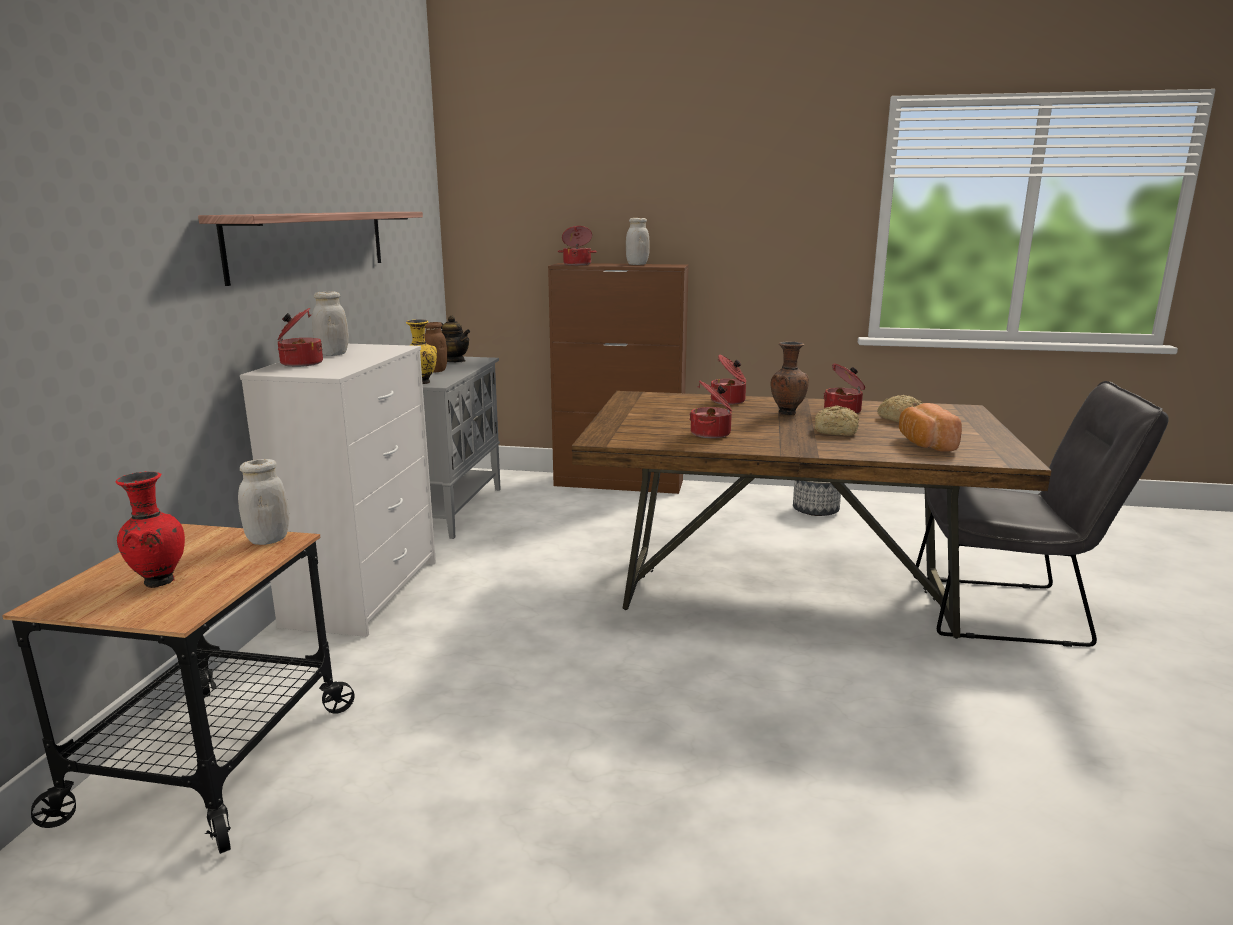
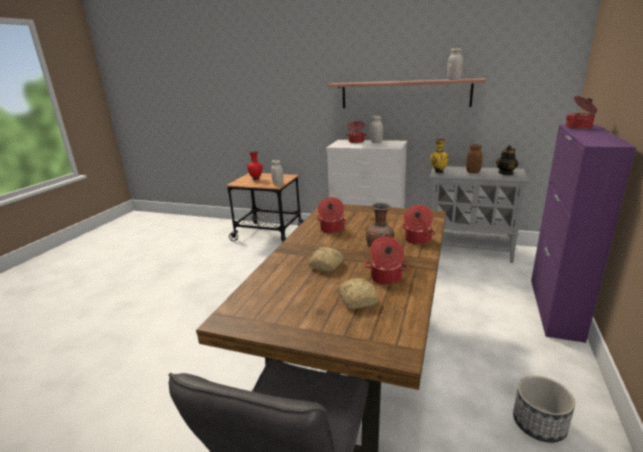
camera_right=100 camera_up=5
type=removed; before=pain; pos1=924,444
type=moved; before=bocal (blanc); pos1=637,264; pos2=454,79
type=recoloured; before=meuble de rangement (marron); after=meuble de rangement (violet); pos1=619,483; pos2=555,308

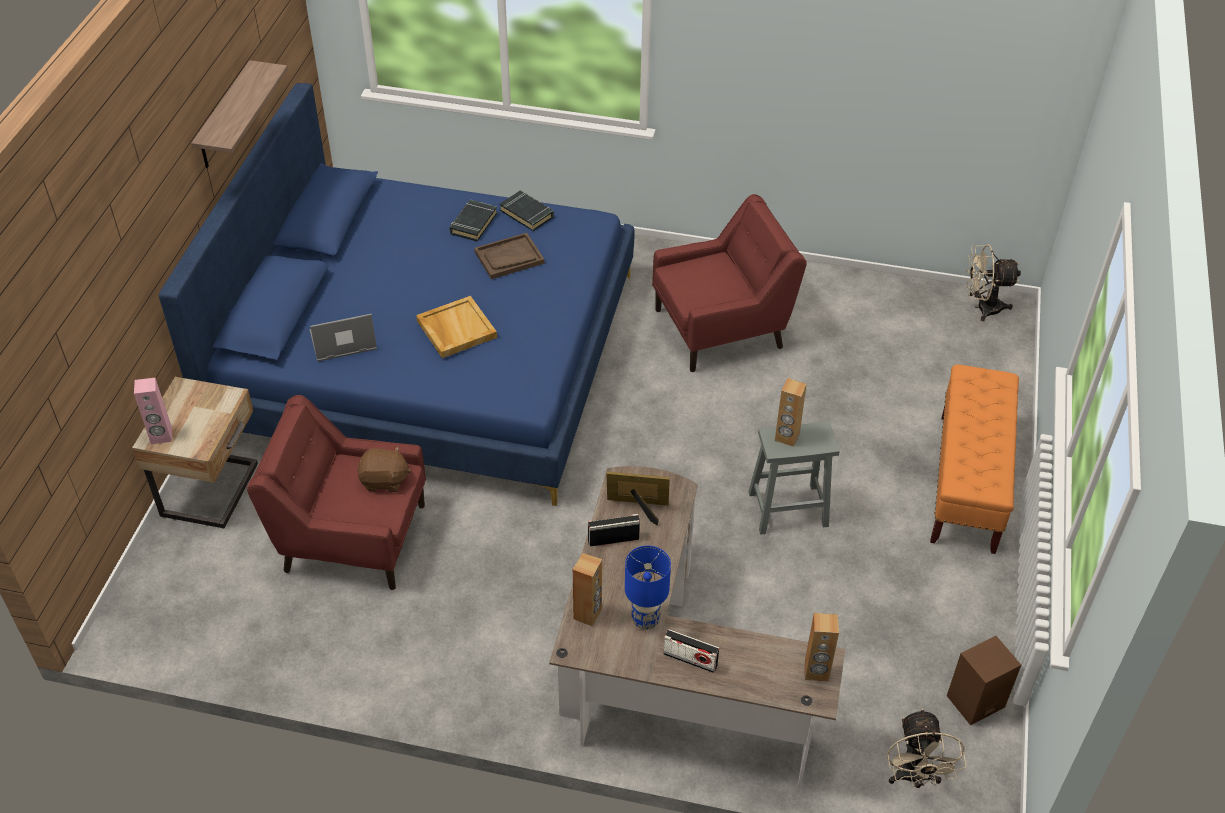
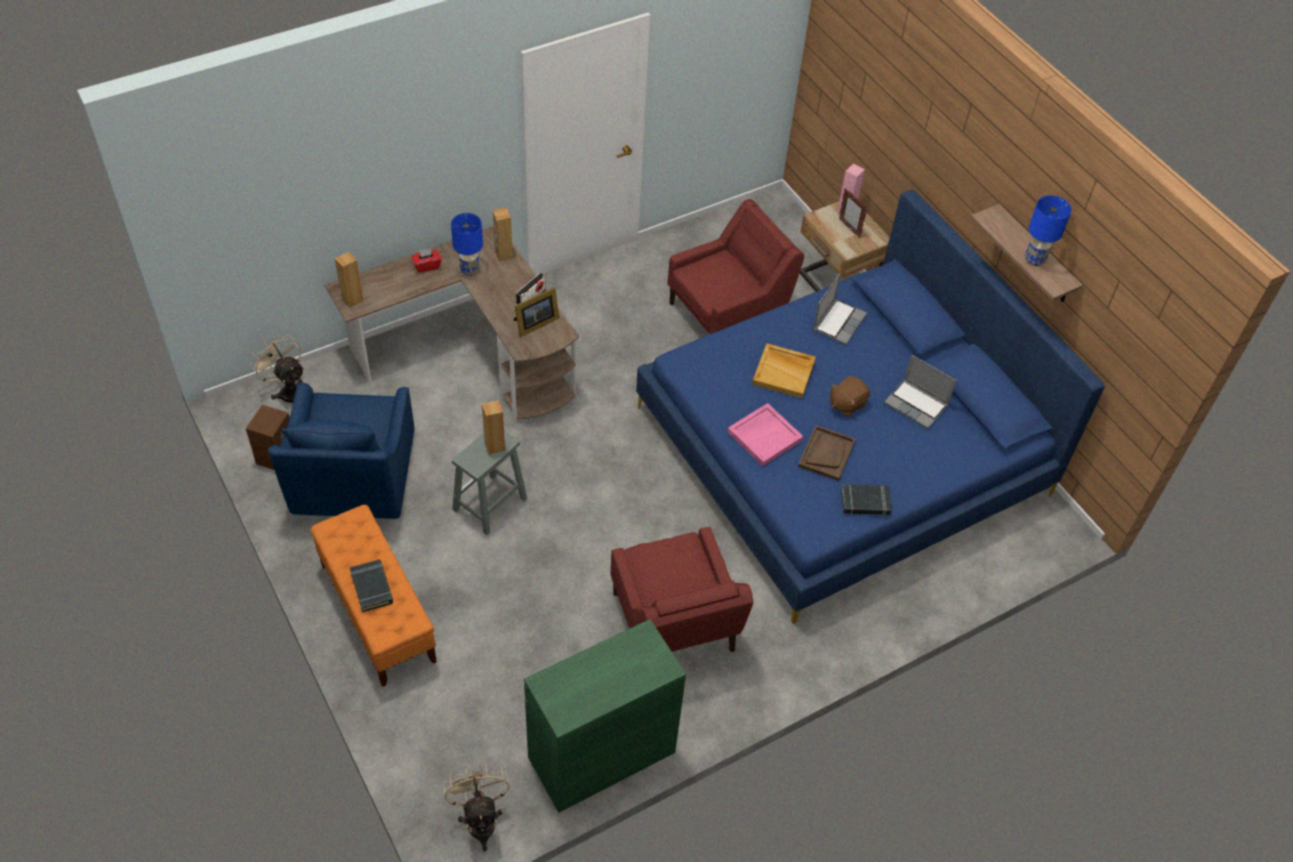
camera_right=135 camera_up=5
type=added; after=fauteuil (bleu); pos2=352,478
type=added; after=meuble de rangement (vert); pos2=601,755
type=added; after=plateau (rose); pos2=764,436
type=added; after=cadre photo; pos2=849,228
type=added; after=ordinateur portable; pos2=917,405
type=added; after=lampe de table (bleu); pos2=1034,259
type=moved; before=peluche (marron); pos1=384,480; pos2=846,404
type=moved; before=livre (noir); pos1=473,223; pos2=372,587
type=replaced; before=radio; after=boîte à mouchoirs (rouge); pos1=690,659; pos2=427,266
type=turned; before=fauteuil (rouge); pos1=721,328; pos2=673,624; turn=-45
type=turned; before=ventilateur (beige); pos1=982,308; pos2=480,819; turn=-60

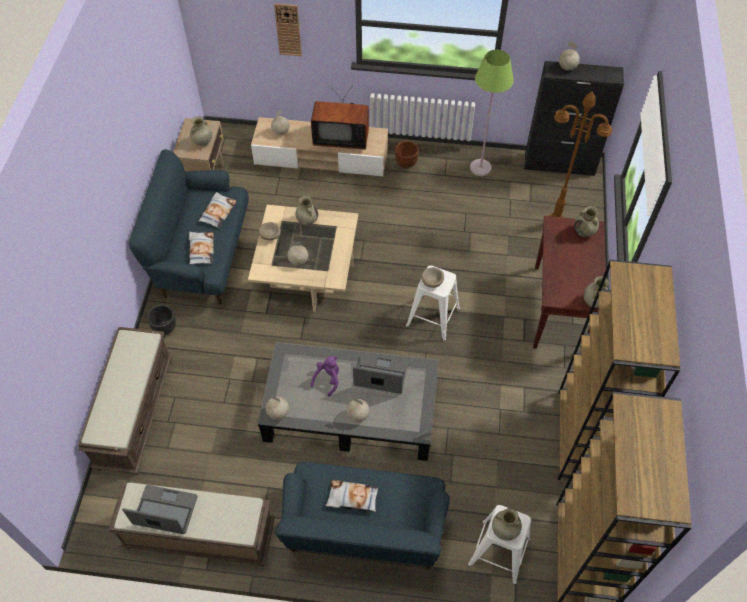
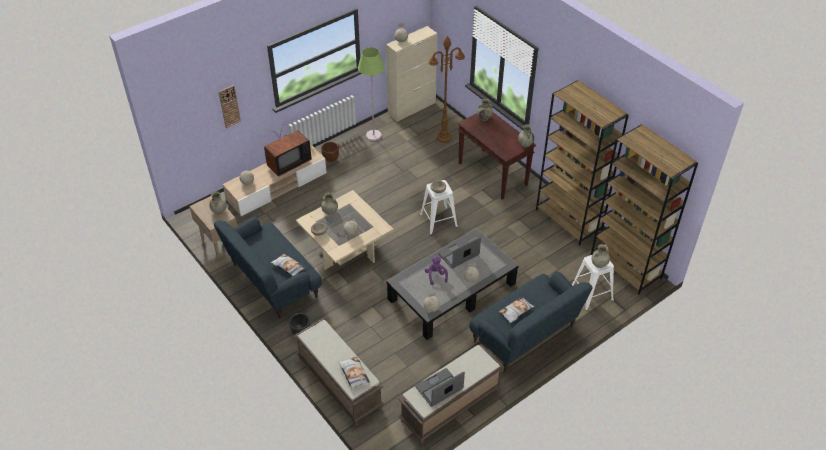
camera_right=-45 camera_up=-10
type=moved; before=coussin; pos1=217,212; pos2=353,373
type=recoloured; before=meuble de rangement (noir); after=meuble de rangement (beige); pos1=560,164; pos2=412,108

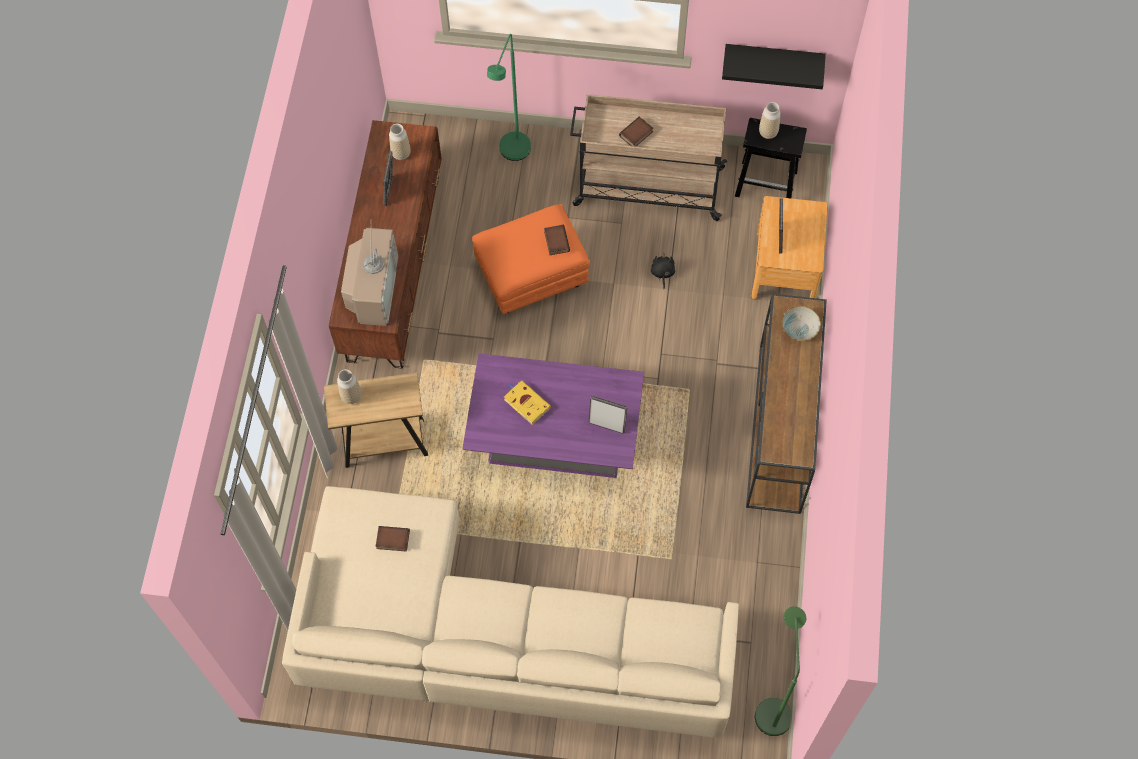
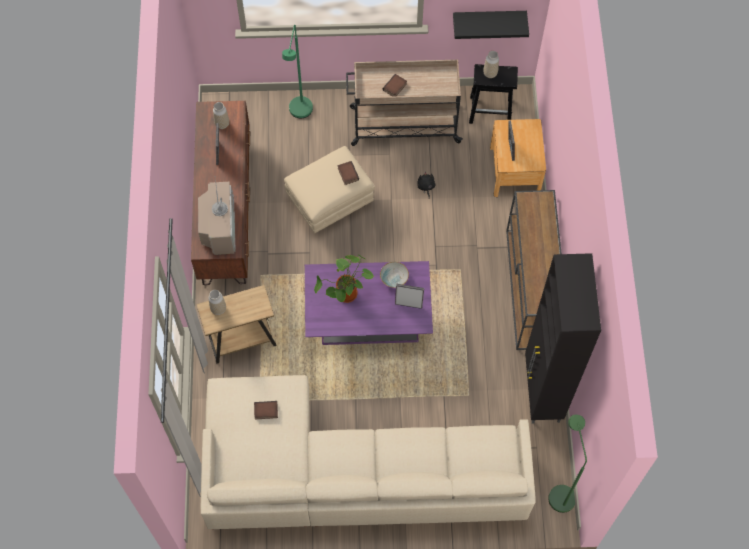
camera_right=-10 camera_up=0
type=added; after=meuble de rangement (noir); pos2=542,392
type=moved; before=bol; pos1=799,328; pos2=393,278
type=replaced; before=livre (jaune); after=plante en pot; pos1=526,403; pos2=346,296
type=recoloured; before=pouf (orange); after=pouf (beige); pos1=532,275; pos2=330,201

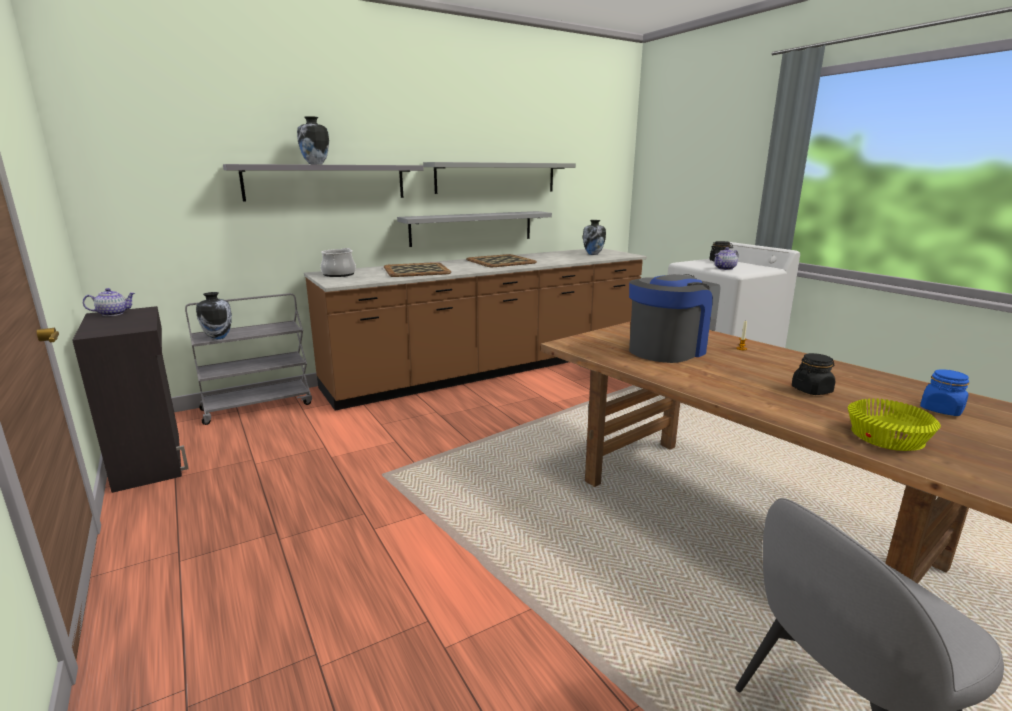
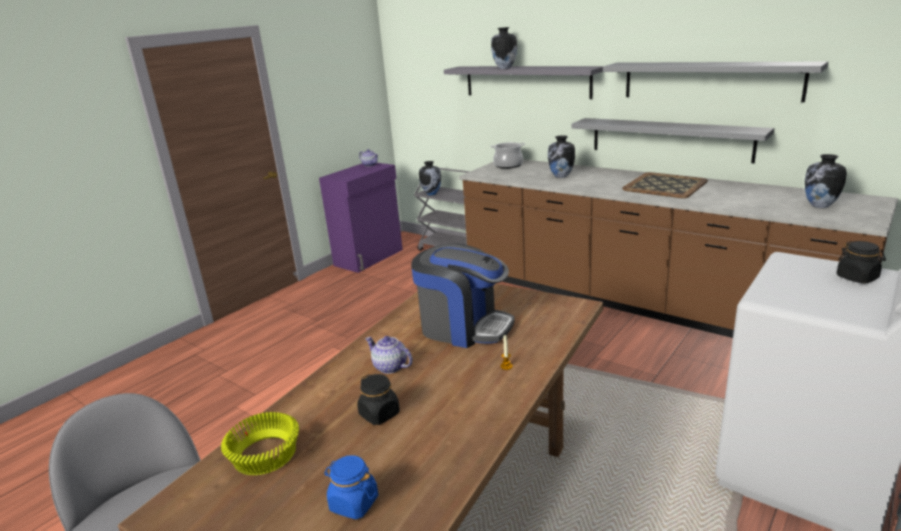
camera_right=70 camera_up=5
type=moved; before=théière; pos1=725,268; pos2=389,367
type=replaced; before=plateau; after=vase; pos1=417,270; pos2=561,176
type=recoloured; before=meuble de rangement (noir); after=meuble de rangement (violet); pos1=150,459; pos2=370,257

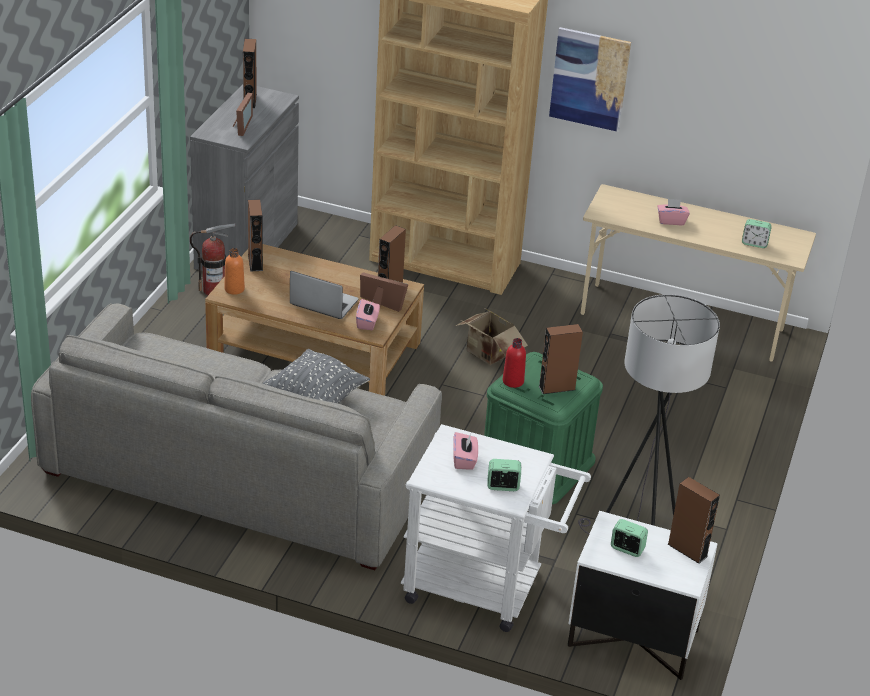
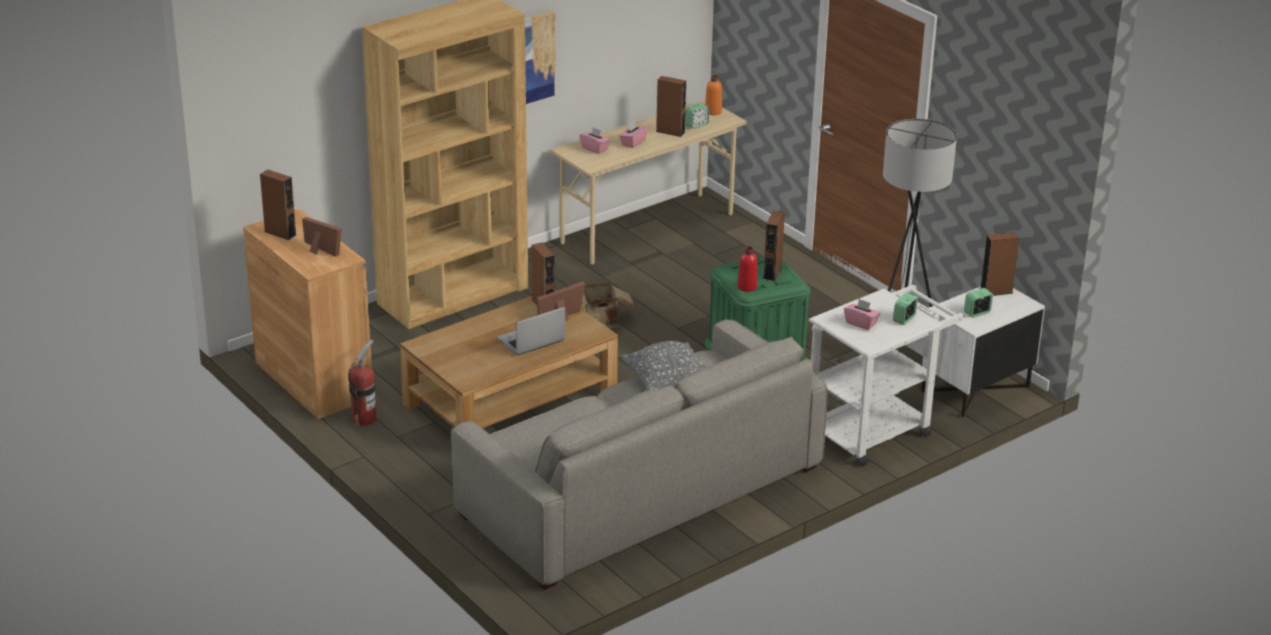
camera_right=-55 camera_up=-5
type=moved; before=bouteille (orange); pos1=234,289; pos2=713,111
type=moved; before=enceinte (marron); pos1=255,262; pos2=670,132
type=moved; before=boîte à mouchoirs (rose); pos1=367,322; pos2=595,149
type=recoloured; before=meuble de rangement (gris); after=meuble de rangement (marron); pos1=246,246; pos2=313,380

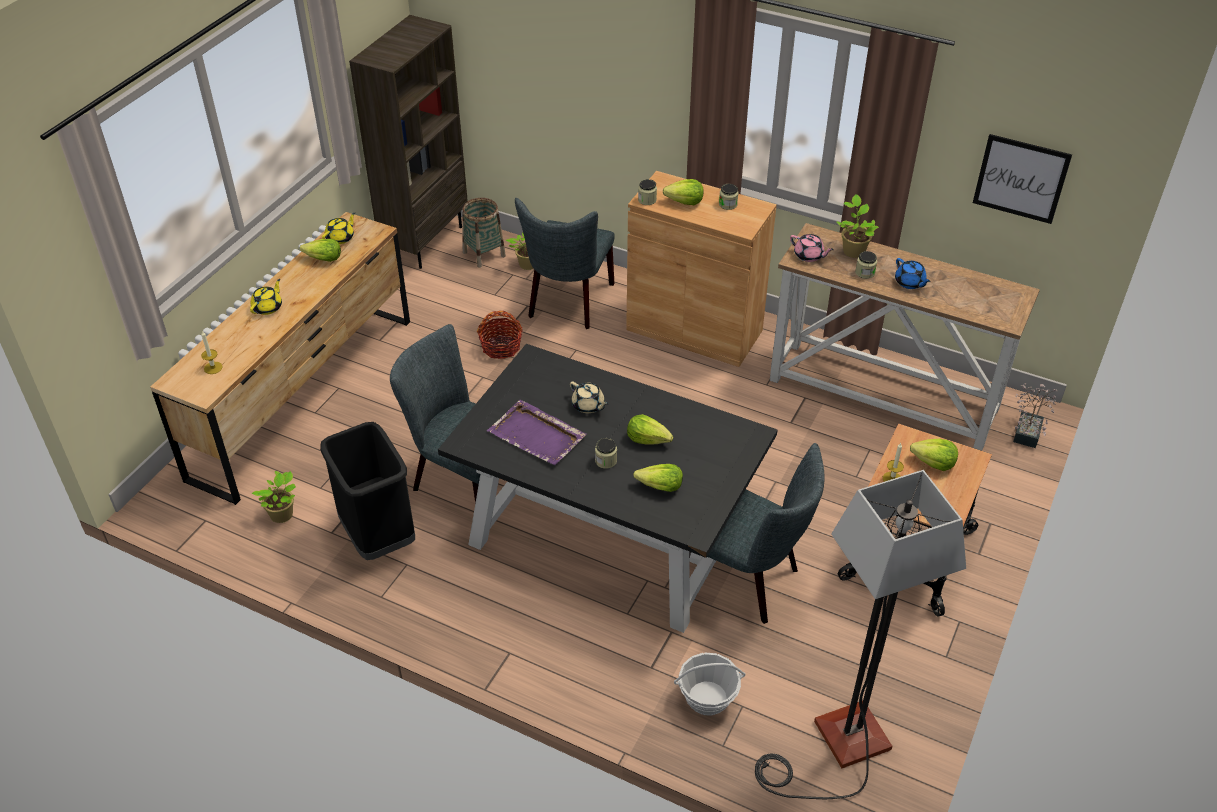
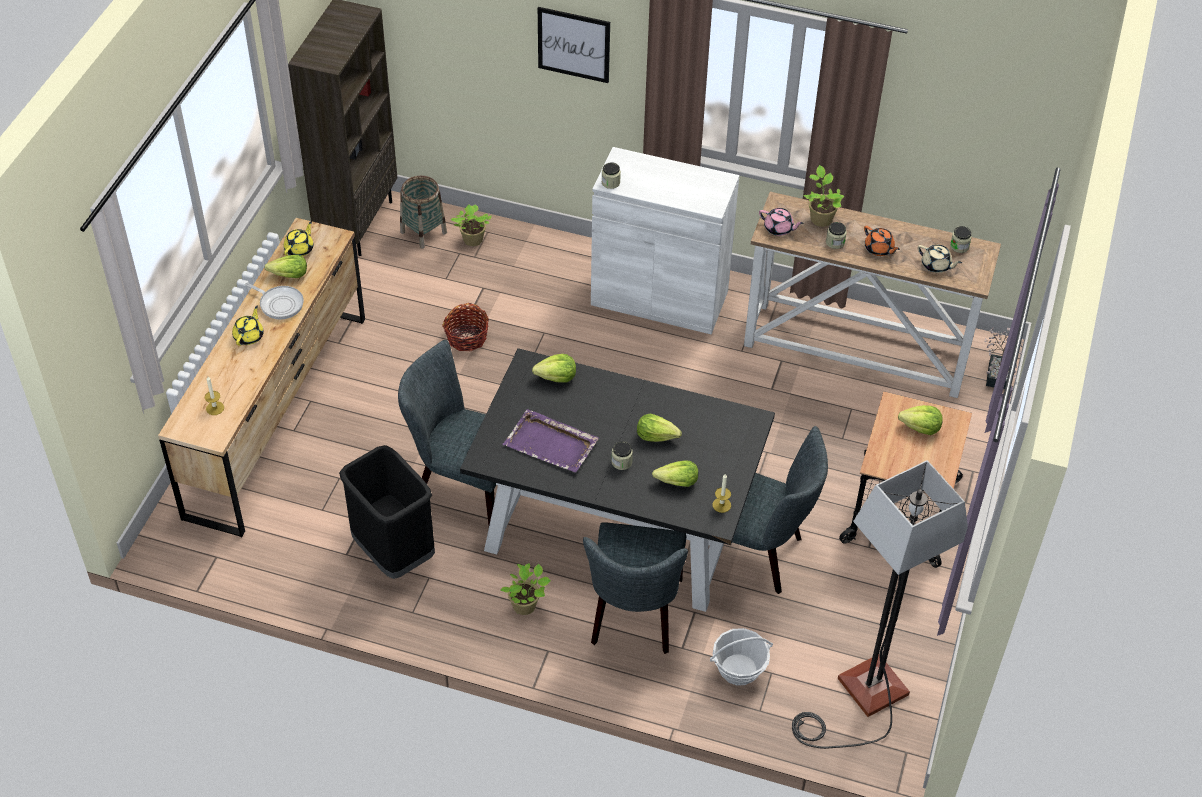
camera_right=-10 camera_up=5
type=added; after=poêle; pos2=279,304
type=moved; before=plante en pot; pos1=283,515; pos2=526,606
type=moved; before=chaise (gris); pos1=568,303; pos2=634,616
type=moved; before=théière (beige); pos1=588,406; pos2=936,266
type=moved; before=laitue; pos1=685,202; pos2=556,377
type=moved; before=bocal; pos1=728,204; pos2=959,246
type=moved; before=bougie; pos1=892,479; pos2=721,505
type=moved; before=tableau; pos1=1021,178; pos2=574,44
type=recoloured; before=meuble de rangement (marron); after=meuble de rangement (blanc); pos1=694,330; pos2=659,298
type=recoloured; before=théière (bleu); after=théière (orange); pos1=910,283; pos2=879,249

